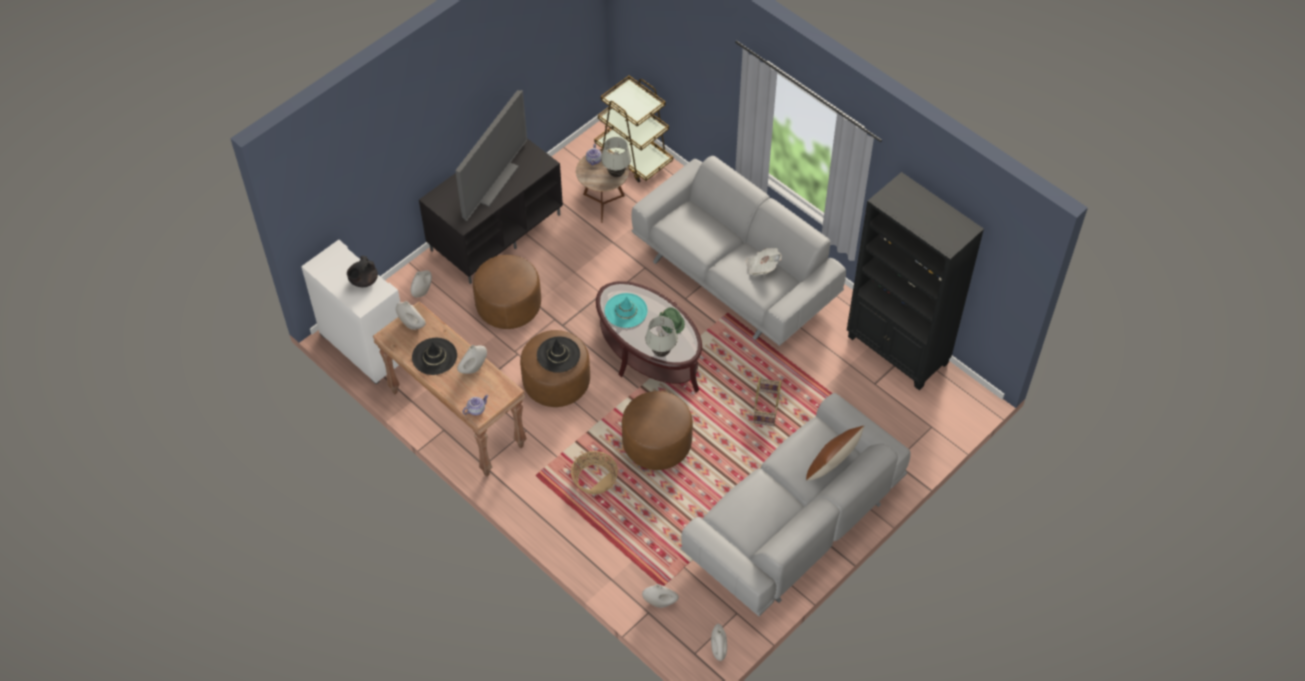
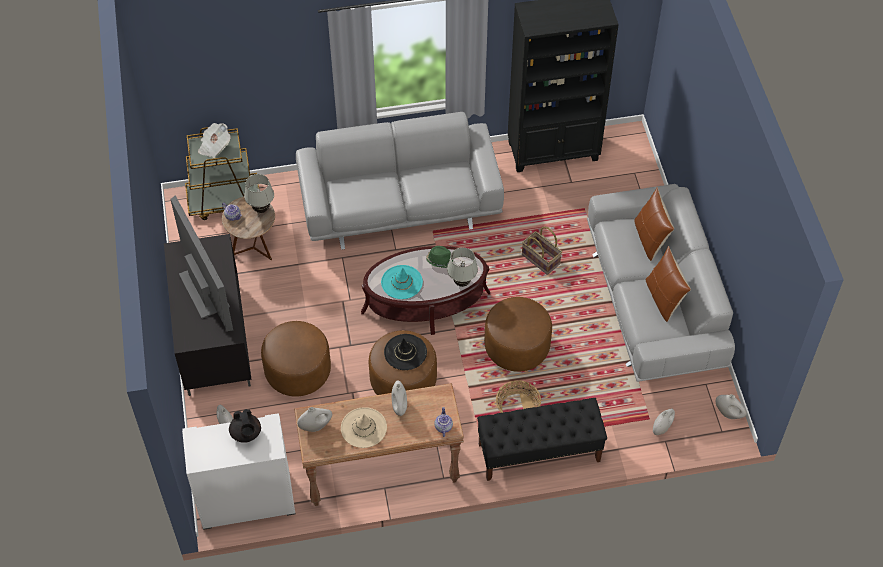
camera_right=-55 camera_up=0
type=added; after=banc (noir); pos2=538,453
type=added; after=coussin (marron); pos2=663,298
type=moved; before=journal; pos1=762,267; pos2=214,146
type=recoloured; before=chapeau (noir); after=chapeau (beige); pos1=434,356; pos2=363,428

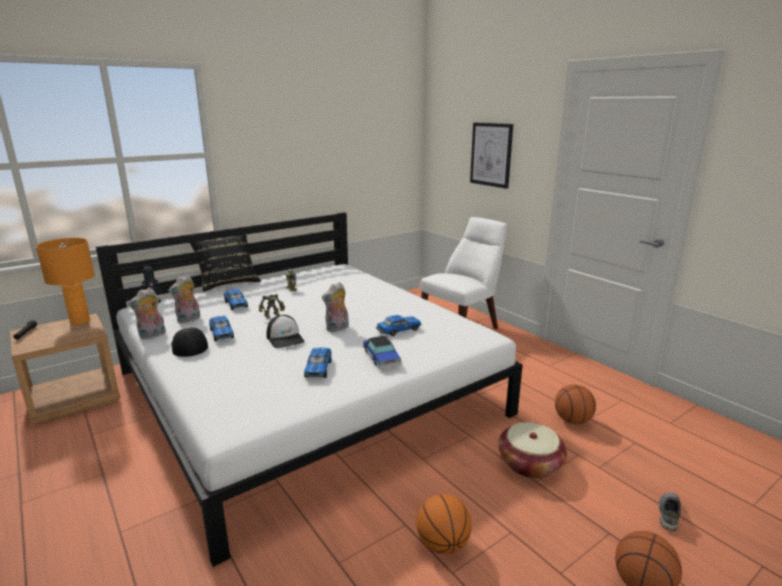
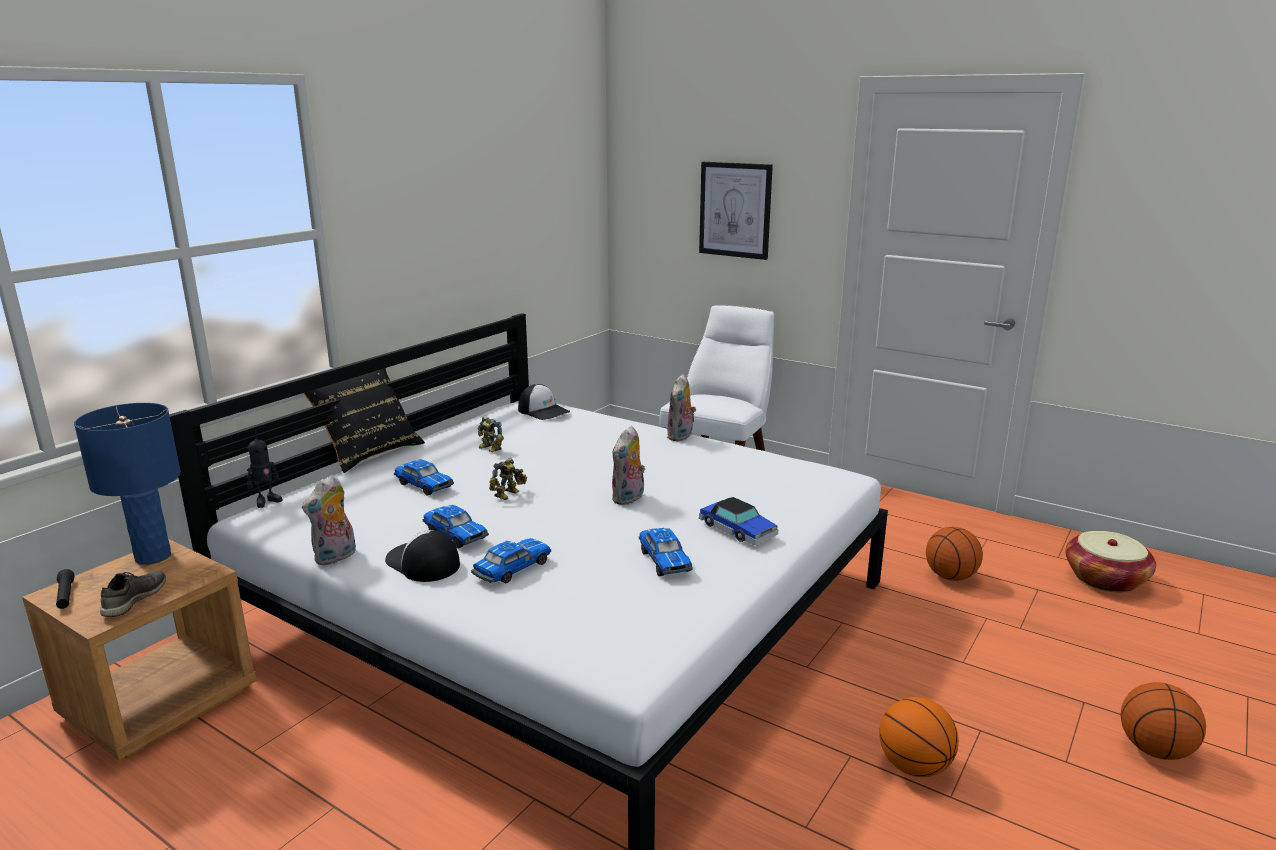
camera_right=-20 camera_up=0
type=moved; before=peluche; pos1=188,319; pos2=681,436
type=moved; before=casquette; pos1=285,338; pos2=543,411
type=moved; before=petite voiture; pos1=398,330; pos2=512,569
type=moved; before=panier; pos1=530,464; pos2=1105,579
type=moved; before=chaussure (gris); pos1=668,514; pos2=134,599
type=recoloured; before=lampe de table (orange); after=lampe de table (bleu); pos1=80,321; pos2=153,556

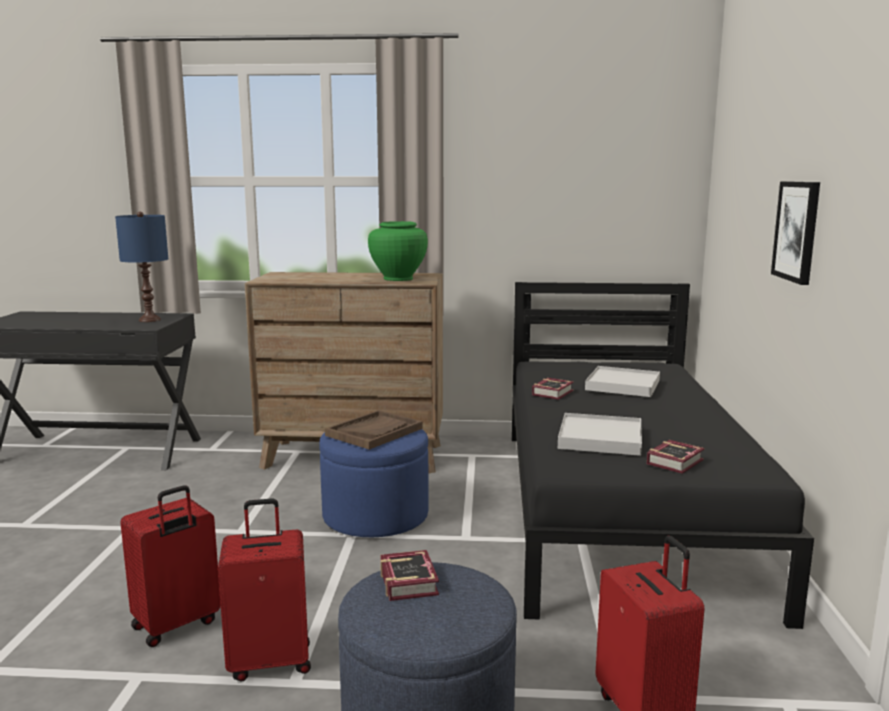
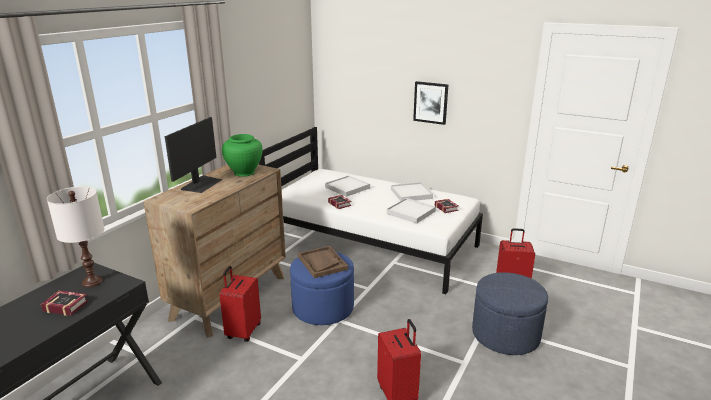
camera_right=-65 camera_up=10
type=added; after=écran d'ordinateur; pos2=201,184
type=added; after=plateau (blanc); pos2=411,194
type=moved; before=valise (rouge); pos1=270,661; pos2=243,331
type=moved; before=livre; pos1=410,580; pos2=65,305
type=recoloured; before=lampe de table (bleu); after=lampe de table (blanc); pos1=150,320; pos2=92,281
type=recoloured; before=lit (noir); after=lit (blanc); pos1=620,509; pos2=371,244

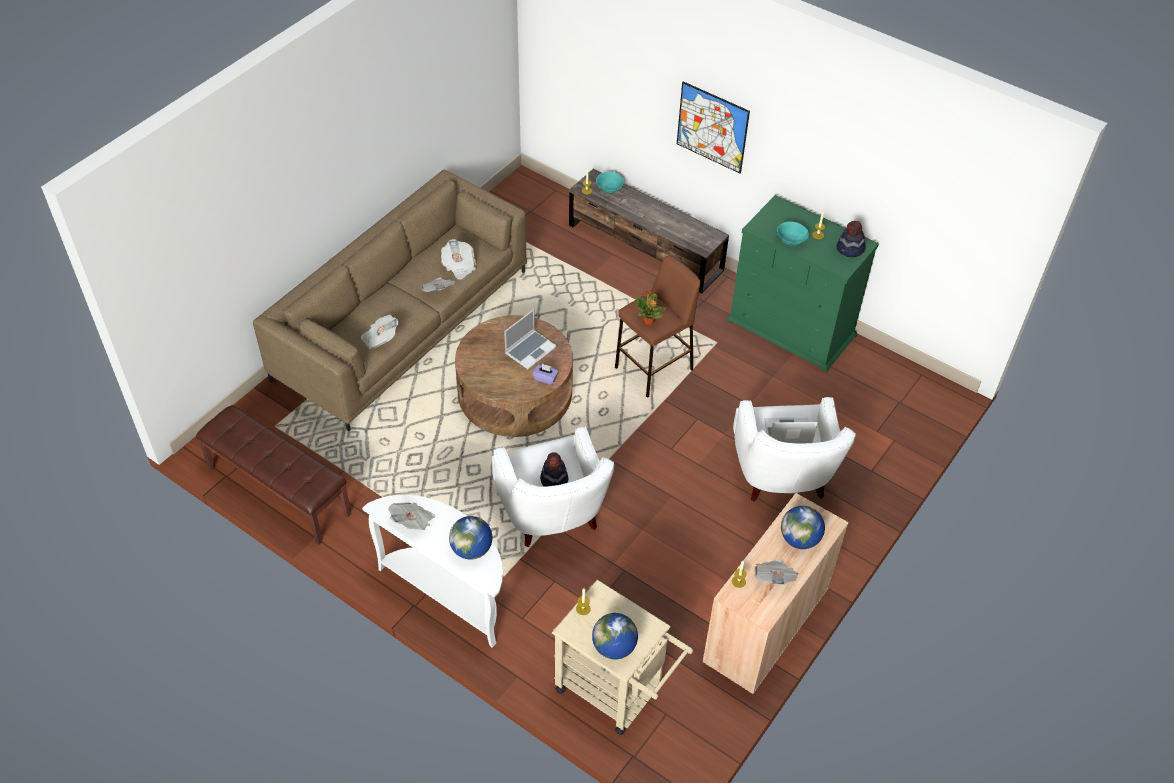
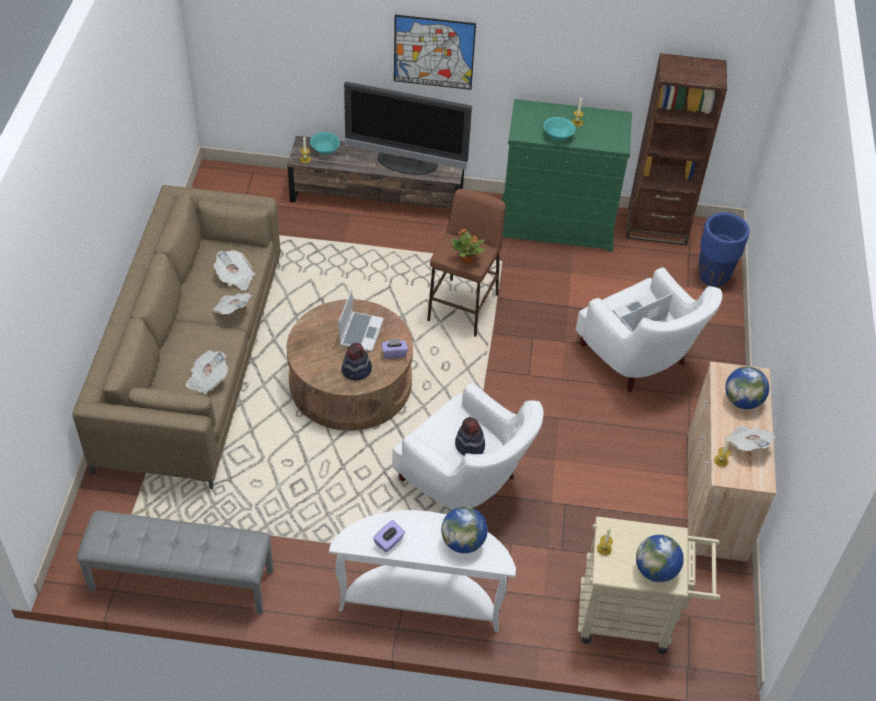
camera_right=-30 camera_up=0
type=added; after=téléviseur; pos2=406,163
type=added; after=bibliothèque (marron); pos2=656,227
type=added; after=cache-pot (bleu); pos2=713,276
type=moved; before=chapeau; pos1=850,249; pos2=356,370
type=replaced; before=journal; after=boîte à mouchoirs (violet); pos1=413,522; pos2=389,542
type=recoloured; before=banc (marron); after=banc (gris); pos1=278,491; pos2=181,580

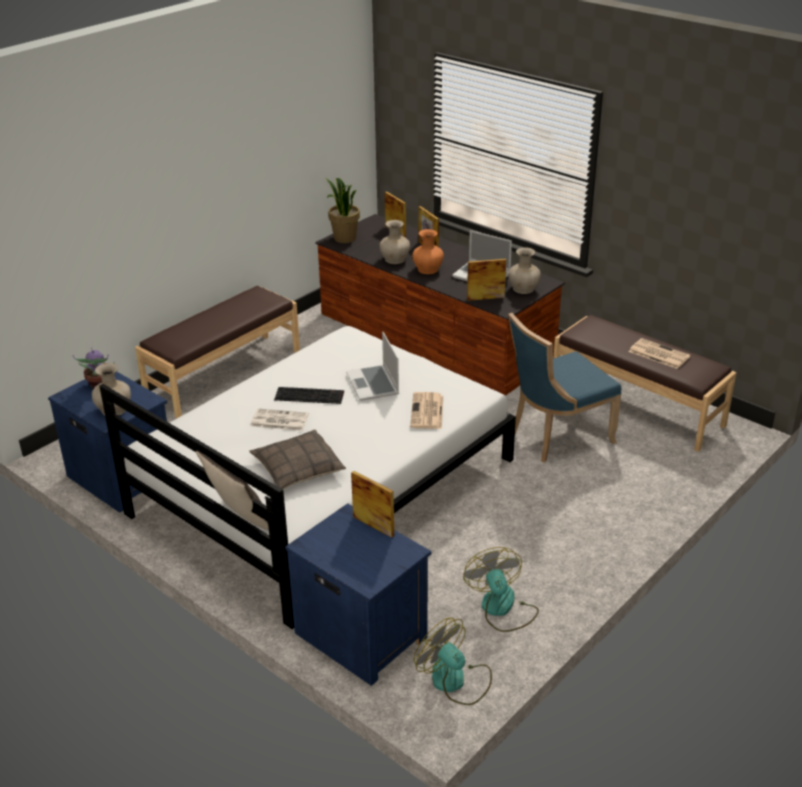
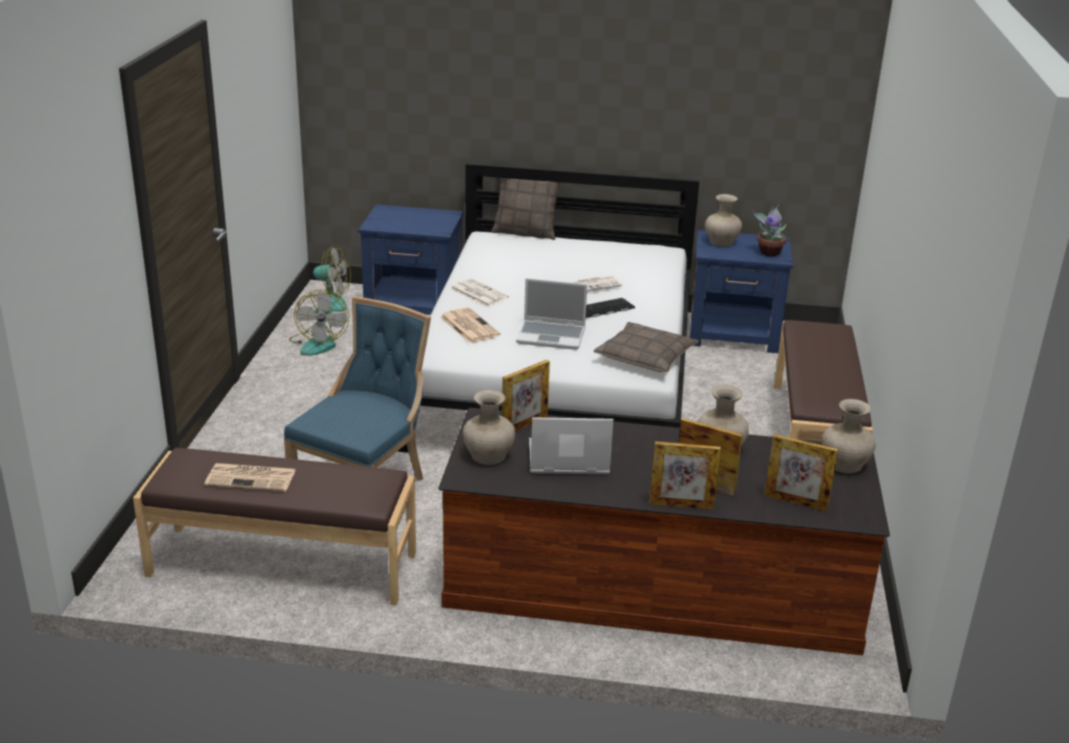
camera_right=145 camera_up=-5
type=removed; before=vase (orange); pos1=428,269
type=added; after=journal; pos2=478,293
type=moved; before=coussin; pos1=297,468; pos2=646,357
type=moved; before=cadre photo; pos1=373,526; pos2=681,505
type=replaced; before=plante en pot; after=vase (beige); pos1=344,238; pos2=844,464
type=turned; before=ordinateur portable; pos1=373,384; pos2=552,336; turn=150
type=turned; before=ventilateur; pos1=502,609; pos2=319,343; turn=45

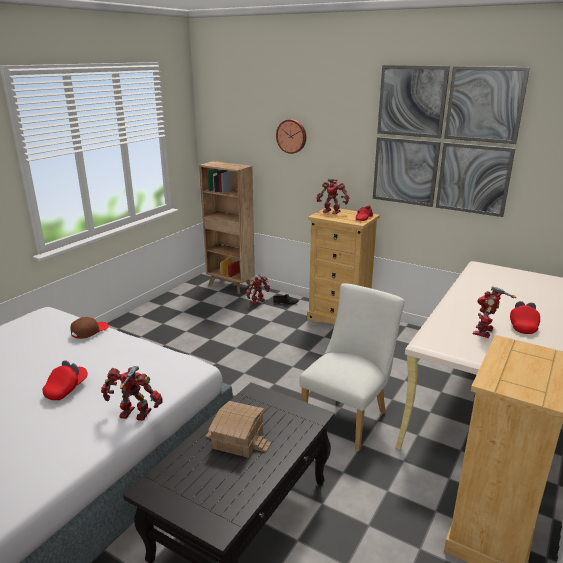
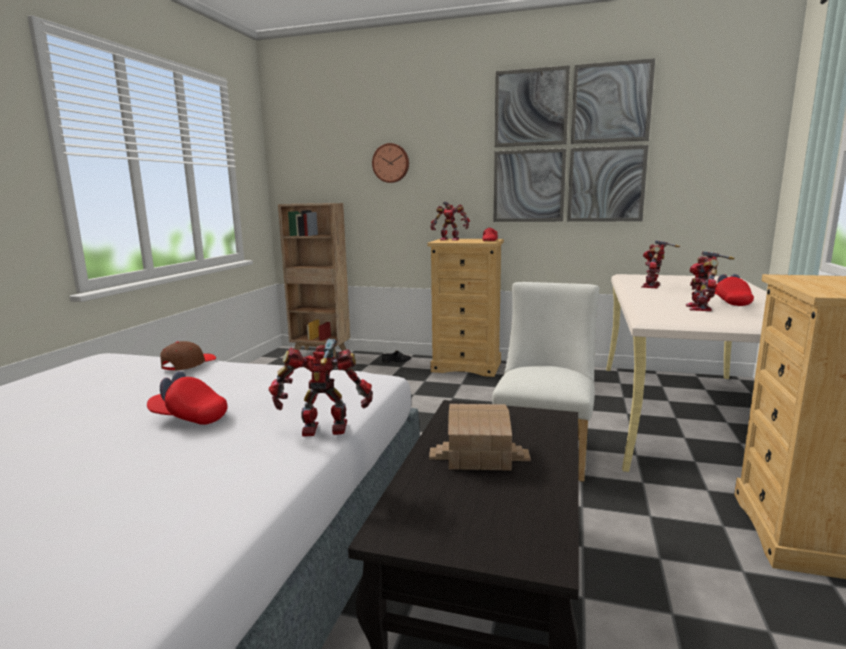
camera_right=-15 camera_up=-10
type=moved; before=robot jouet; pos1=258,301; pos2=652,286
type=turned; before=casquette (rouge); pos1=67,389; pos2=189,418; turn=-90

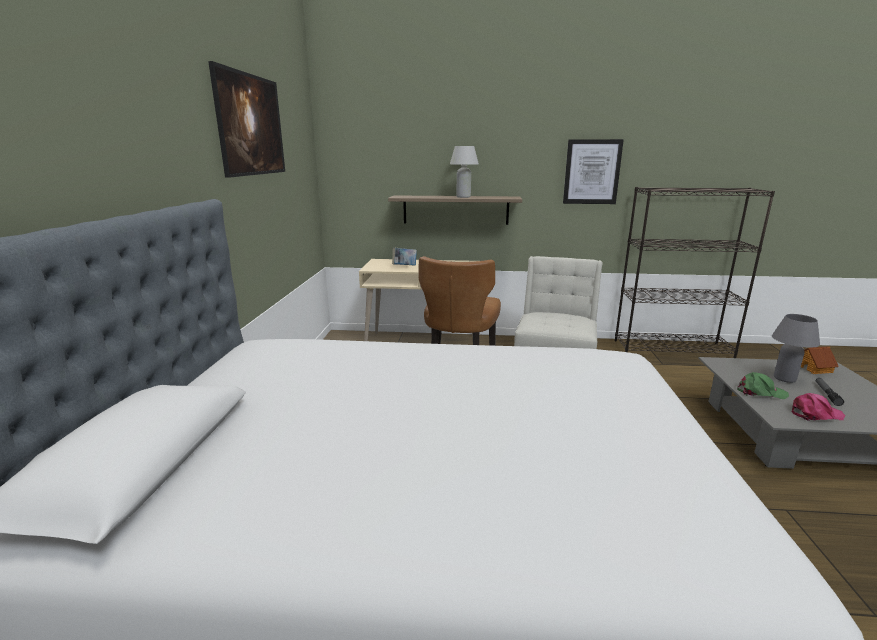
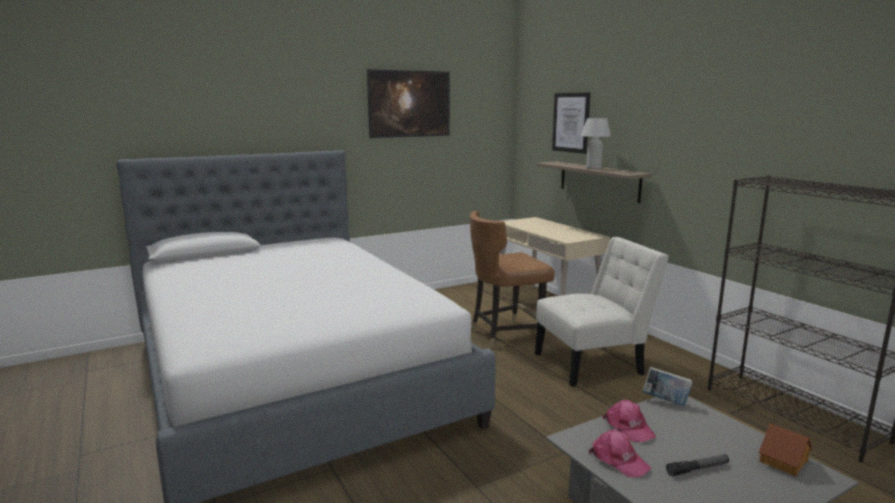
camera_right=55 camera_up=-5
type=removed; before=lampe de table (gris); pos1=784,378
type=moved; before=livre; pos1=404,266; pos2=665,401
type=moved; before=tableau; pos1=592,172; pos2=571,122
type=recoloured; before=casquette (vert); after=casquette (rose); pos1=760,392; pos2=628,427

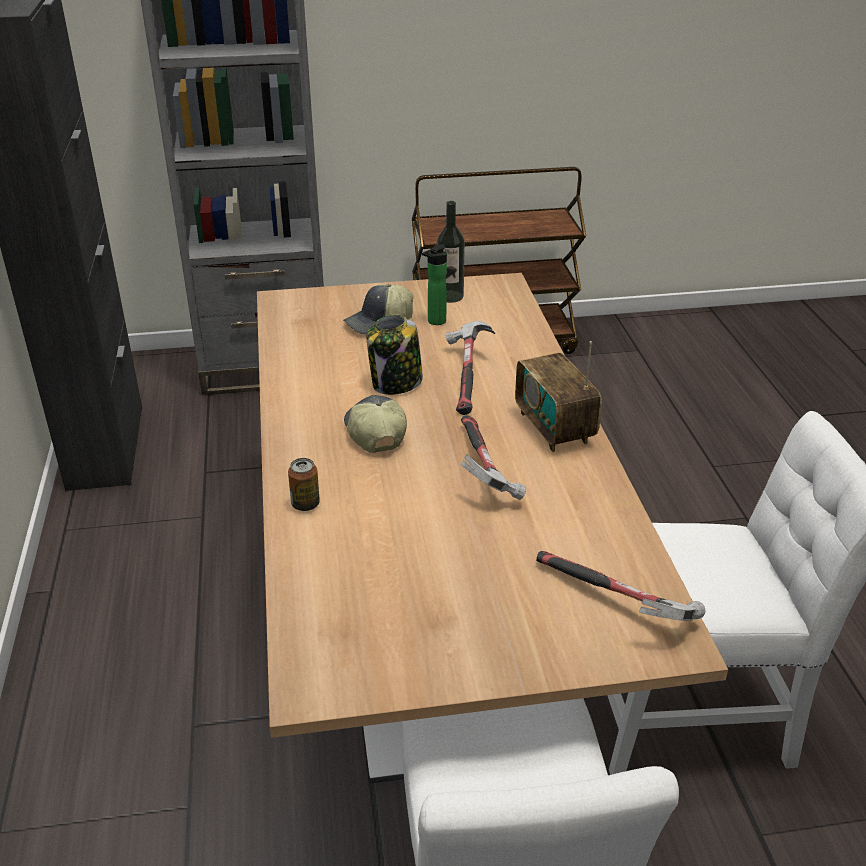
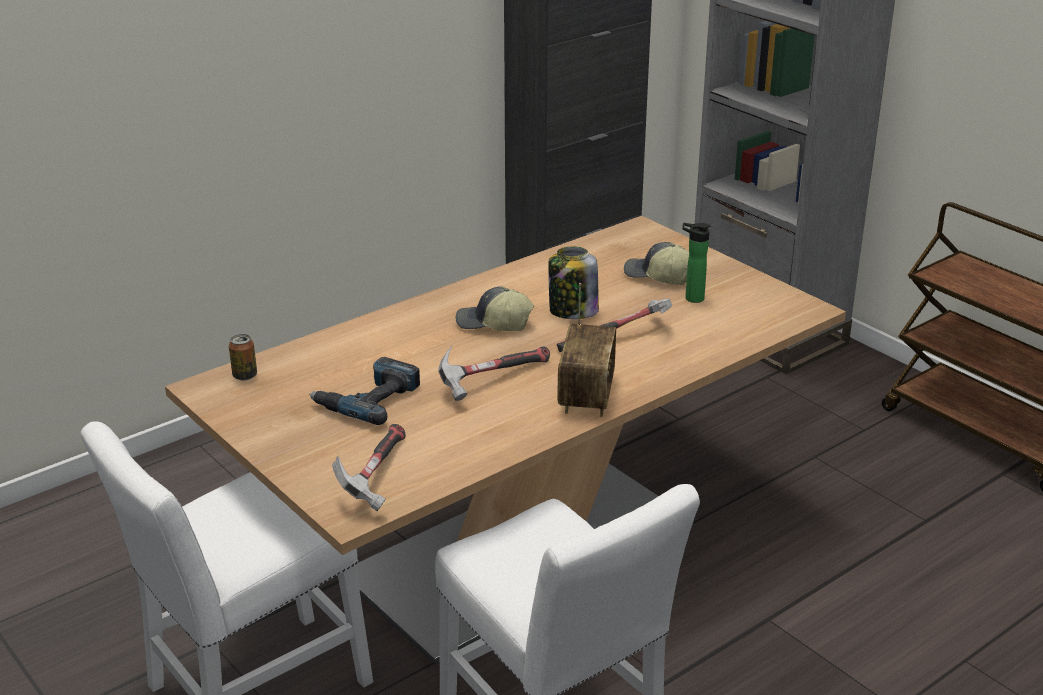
camera_right=60 camera_up=-5
type=removed; before=bouteille; pos1=450,296
type=added; after=perceuse; pos2=368,399
type=moved; before=boîte métallique; pos1=305,504; pos2=244,375
type=turned; before=casquette; pos1=374,433; pos2=493,324; turn=-120
type=turned; before=radio; pos1=554,428; pos2=586,396; turn=150

